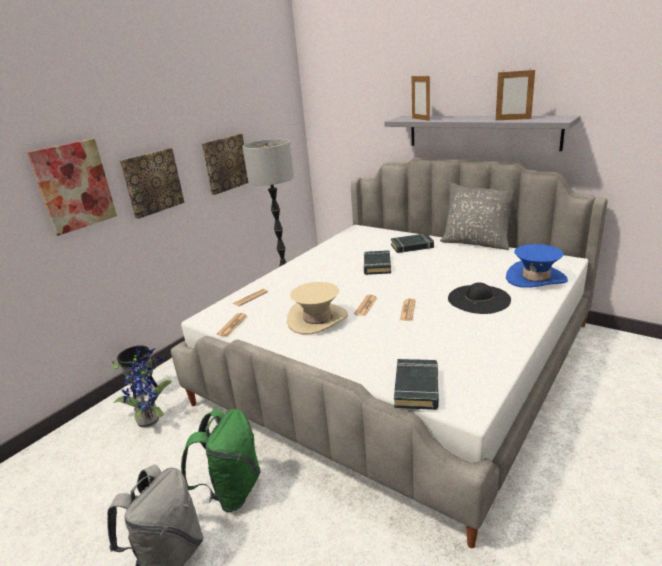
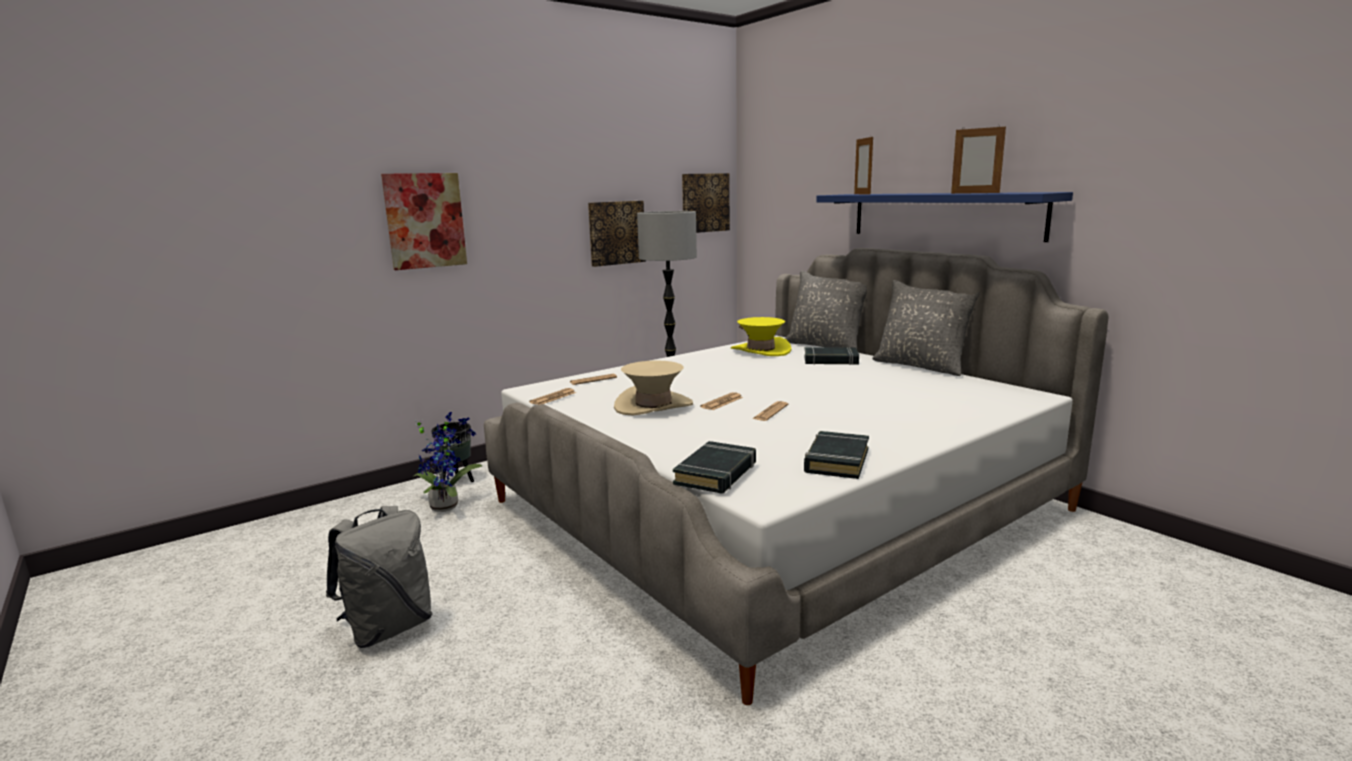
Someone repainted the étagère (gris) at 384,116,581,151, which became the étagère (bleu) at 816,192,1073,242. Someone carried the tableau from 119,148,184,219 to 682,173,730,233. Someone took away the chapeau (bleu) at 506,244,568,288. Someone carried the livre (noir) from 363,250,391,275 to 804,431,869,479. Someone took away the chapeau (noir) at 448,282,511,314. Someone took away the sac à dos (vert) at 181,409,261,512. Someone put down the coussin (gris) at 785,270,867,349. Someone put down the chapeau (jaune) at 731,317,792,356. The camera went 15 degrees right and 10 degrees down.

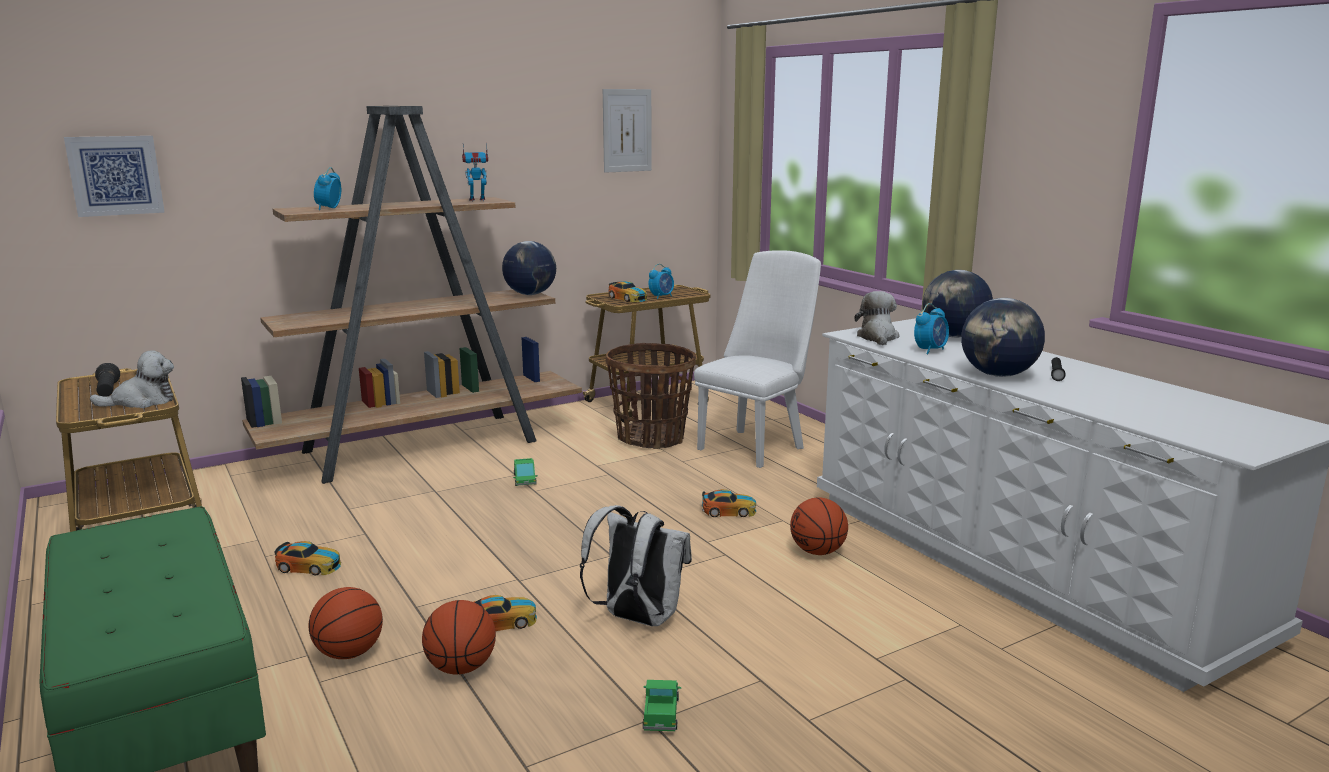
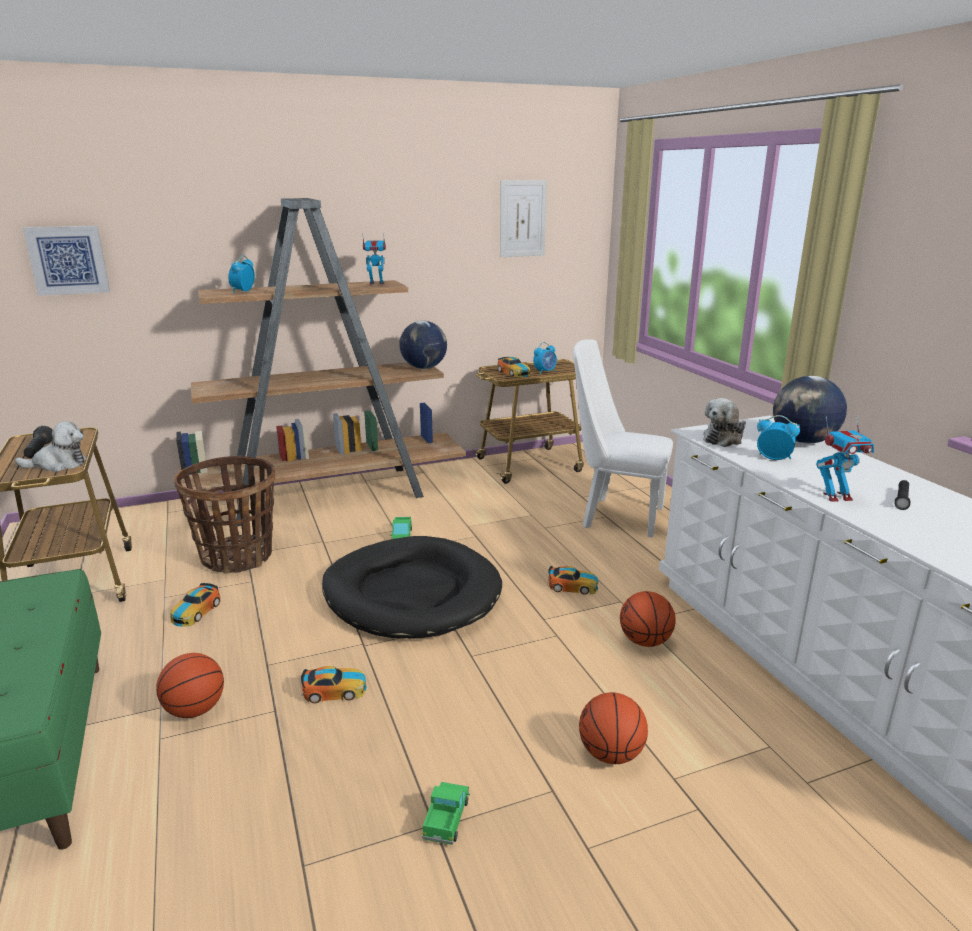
Someone rotated the chaise (blanc) at 694,250,821,468 by 120 degrees counterclockwise. Someone rotated the peluche at 854,291,899,345 by 150 degrees counterclockwise. Someone swapped the globe at 961,298,1045,377 for the robot jouet at 817,415,874,502. Someone rotated the réveil at 914,303,949,354 by 120 degrees counterclockwise. Someone carried the panier from 606,343,696,449 to 174,455,275,574. Someone took away the sac à dos (blanc) at 580,505,692,626. Someone rotated the petite voiture at 275,541,341,576 by 90 degrees clockwise. Someone carried the ballon de basket from 422,600,496,675 to 579,692,648,764. Someone put down the panier pour chien (noir) at 322,536,502,639. The camera went 10 degrees right and 5 degrees up.

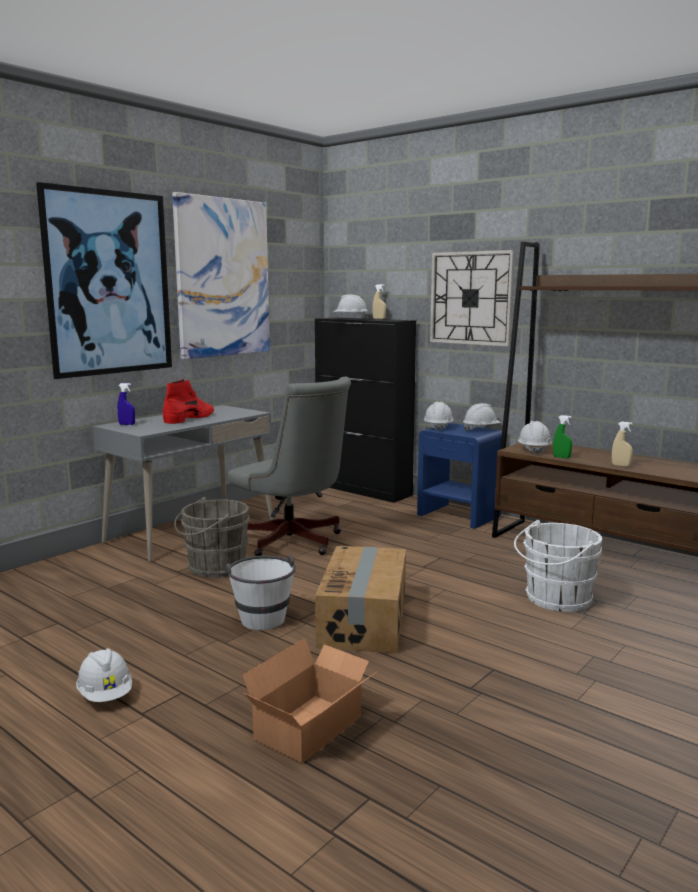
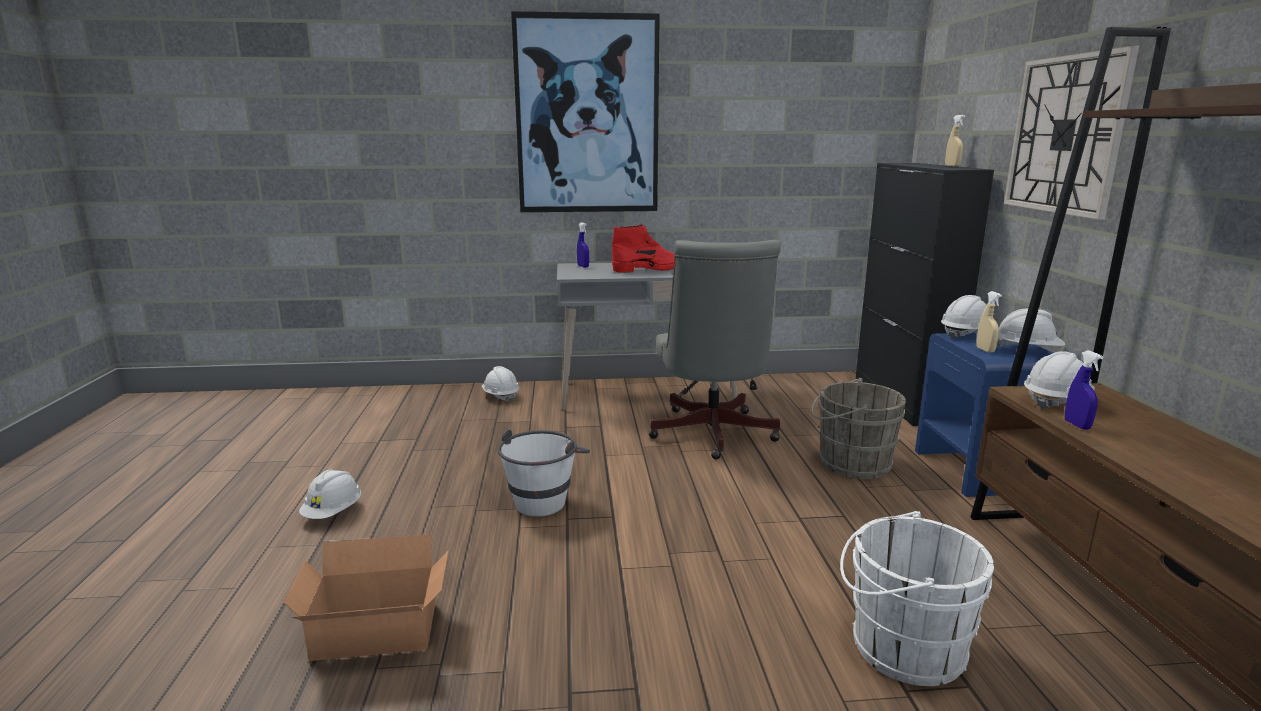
Someone took away the tableau at 172,192,270,359. Someone carried the casque de chantier (blanc) from 333,294,369,319 to 482,366,519,403. Someone repainted the vaporisateur (vert) at 553,415,572,458, which became the vaporisateur (bleu) at 1065,350,1103,430. Someone carried the vaporisateur (beige) from 612,421,633,467 to 976,291,1002,353. Someone carried the seau (gris) from 174,497,250,578 to 811,378,906,479. Someone took away the carton at 315,546,406,654. The camera went 45 degrees right and 5 degrees up.

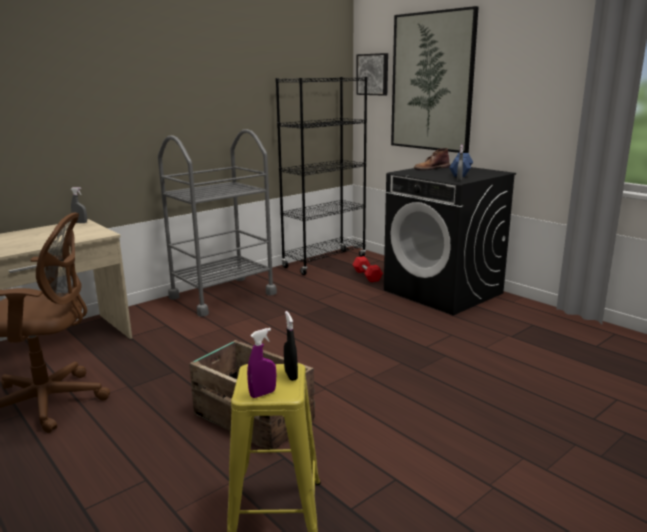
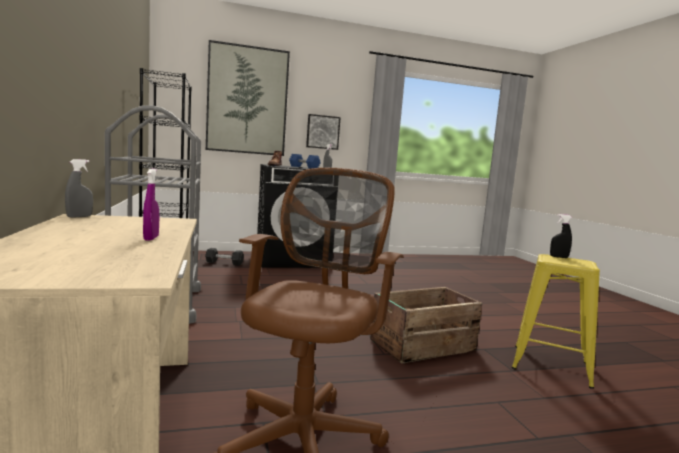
Someone carried the tableau from 356,53,388,96 to 306,114,341,150. Someone repainted the haltère (rouge) at 352,256,383,282, which became the haltère (gris) at 205,248,244,266. Someone carried the vaporisateur (violet) from 247,328,276,398 to 143,169,159,241. The camera went 65 degrees left and 10 degrees down.

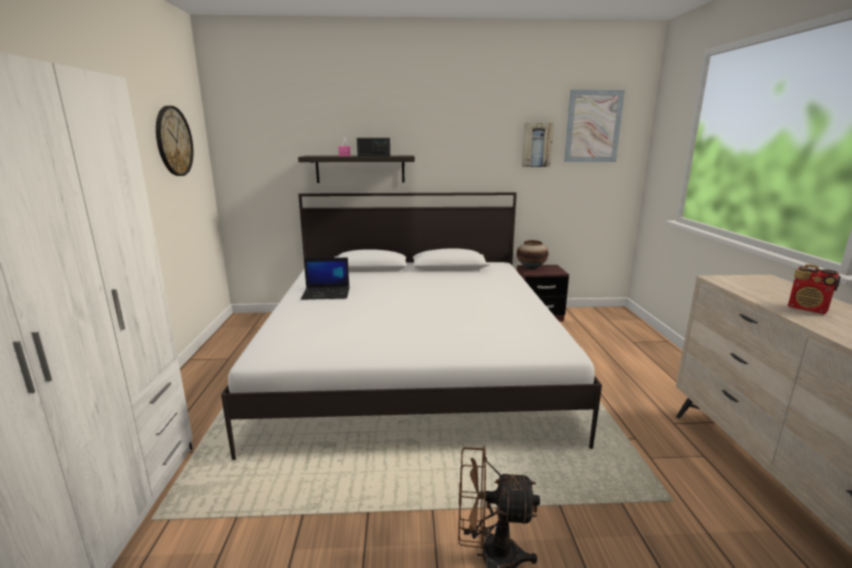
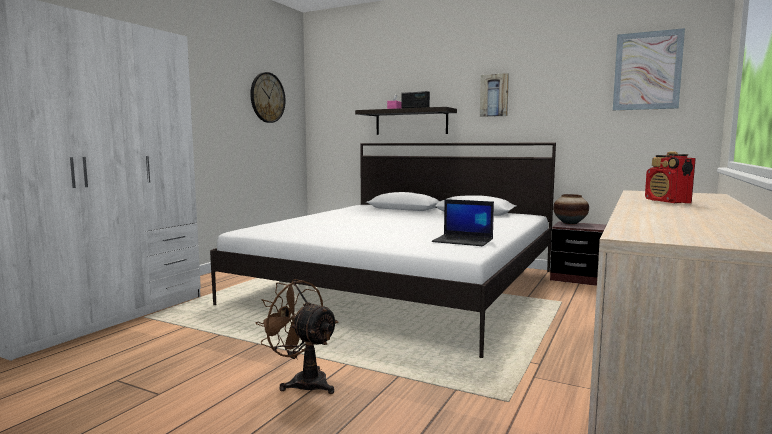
Someone carried the tableau from 522,123,554,167 to 480,73,509,117. Someone carried the ordinateur portable from 301,257,350,300 to 432,199,494,246. The camera went 30 degrees right and 10 degrees down.

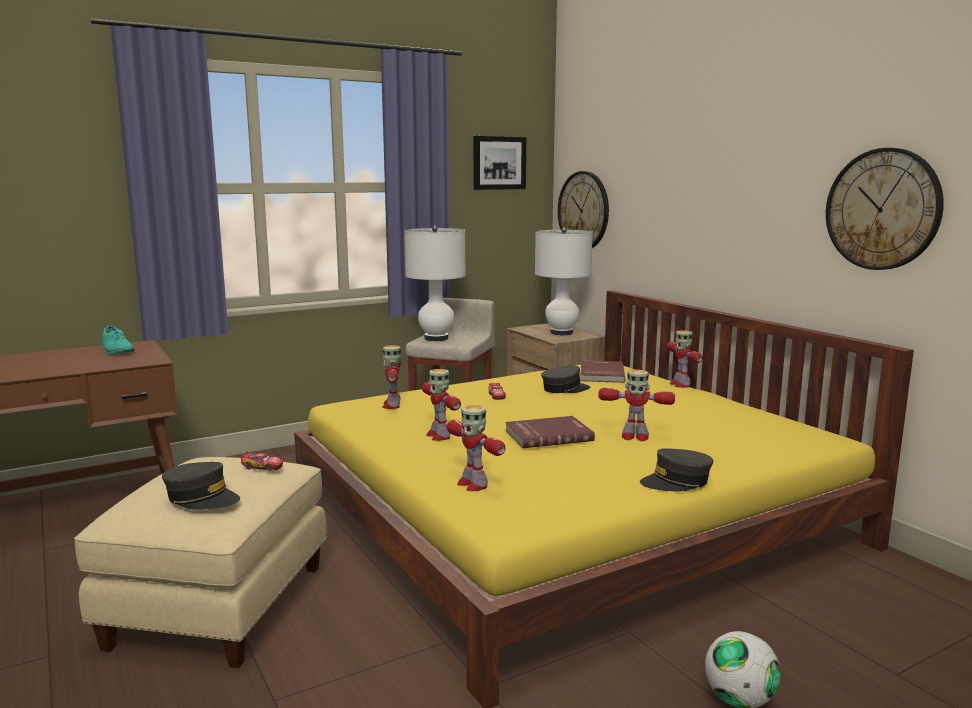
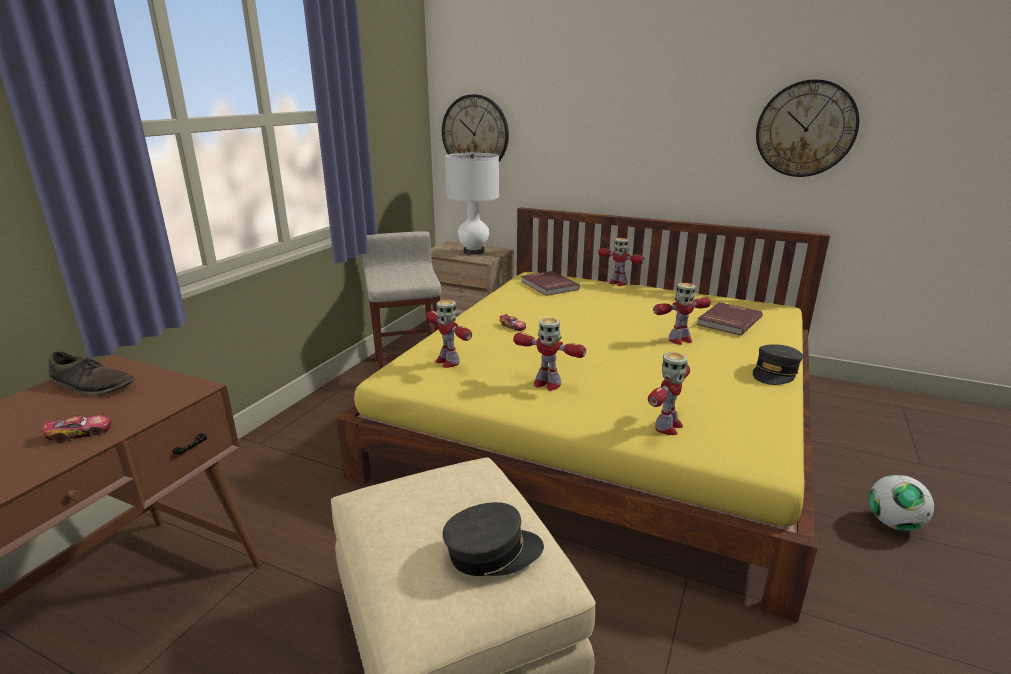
Someone took away the tableau at 474,136,526,190. Someone took away the lampe de table (blanc) at 404,226,466,341. Someone repainted the chaussure (turquoise) at 102,326,135,354, which became the chaussure (marron) at 49,352,135,396. Someone took away the casquette (gris) at 541,365,590,393. Someone rotated the robot jouet at 447,405,505,491 by 75 degrees counterclockwise. Someone carried the livre (rouge) from 505,416,595,448 to 697,302,763,336. Someone carried the petite voiture from 240,451,283,471 to 41,415,111,443. The camera went 35 degrees left and 10 degrees up.

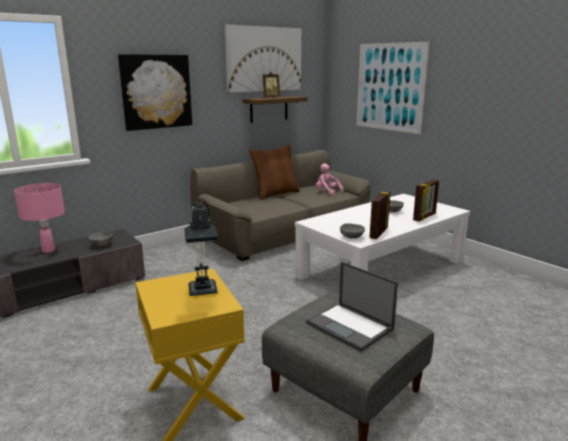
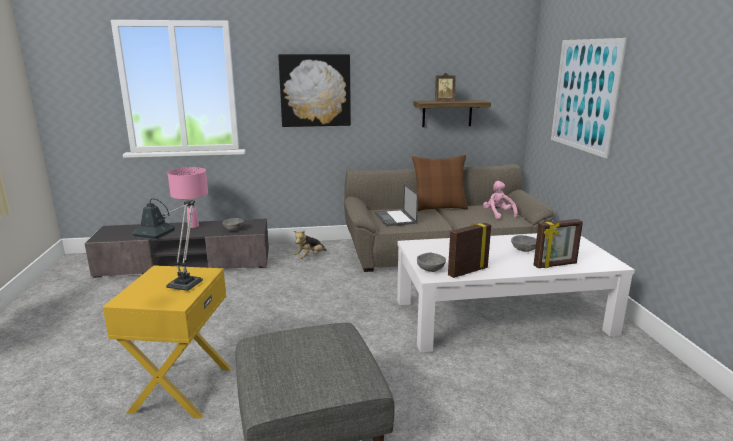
Someone took away the tableau at 225,24,301,93. Someone carried the ordinateur portable from 306,262,398,352 to 375,184,418,226. Someone put down the peluche at 294,231,326,259. The camera went 30 degrees right and 0 degrees up.

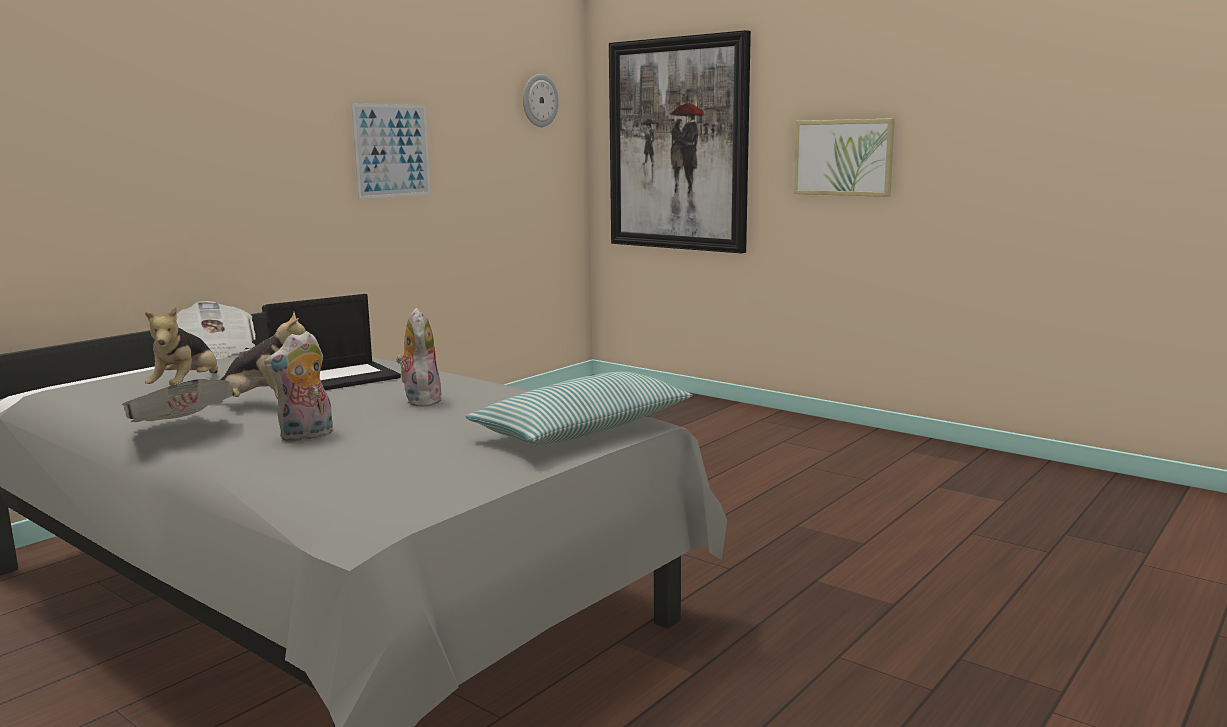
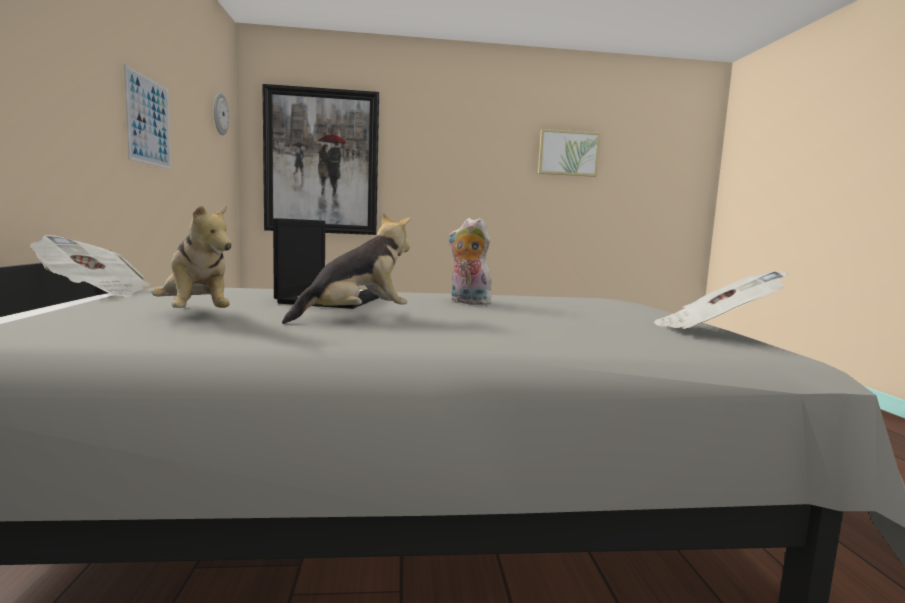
Someone carried the tableau from 793,118,895,197 to 538,129,600,177. Someone took away the peluche at 264,331,333,442. Someone took away the coussin at 466,372,692,445. Someone carried the journal from 122,379,235,422 to 654,271,789,329. The camera went 45 degrees left and 5 degrees down.

